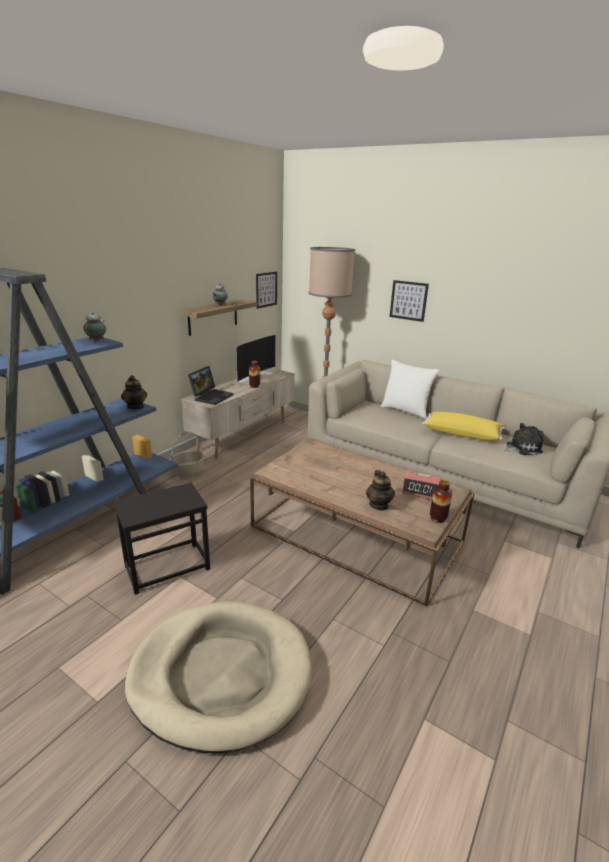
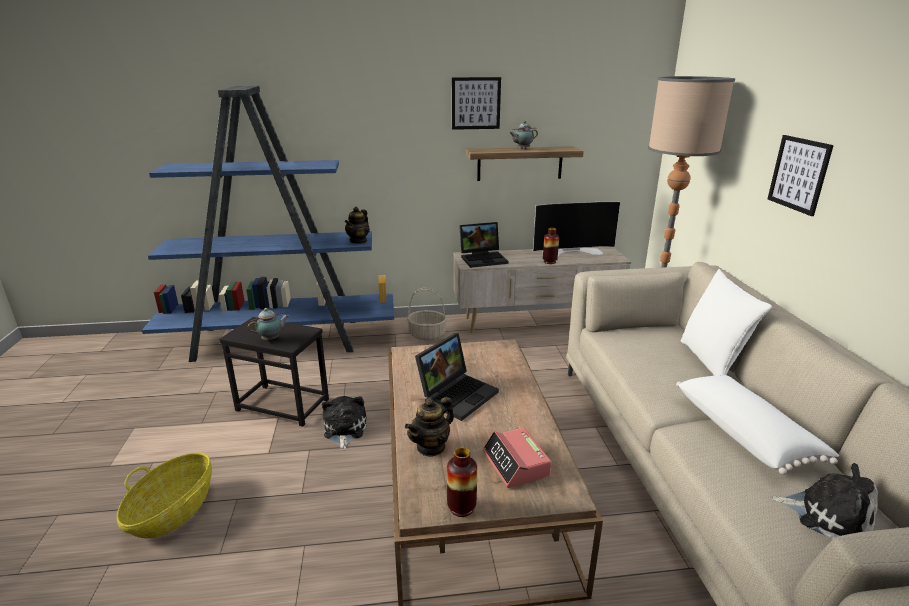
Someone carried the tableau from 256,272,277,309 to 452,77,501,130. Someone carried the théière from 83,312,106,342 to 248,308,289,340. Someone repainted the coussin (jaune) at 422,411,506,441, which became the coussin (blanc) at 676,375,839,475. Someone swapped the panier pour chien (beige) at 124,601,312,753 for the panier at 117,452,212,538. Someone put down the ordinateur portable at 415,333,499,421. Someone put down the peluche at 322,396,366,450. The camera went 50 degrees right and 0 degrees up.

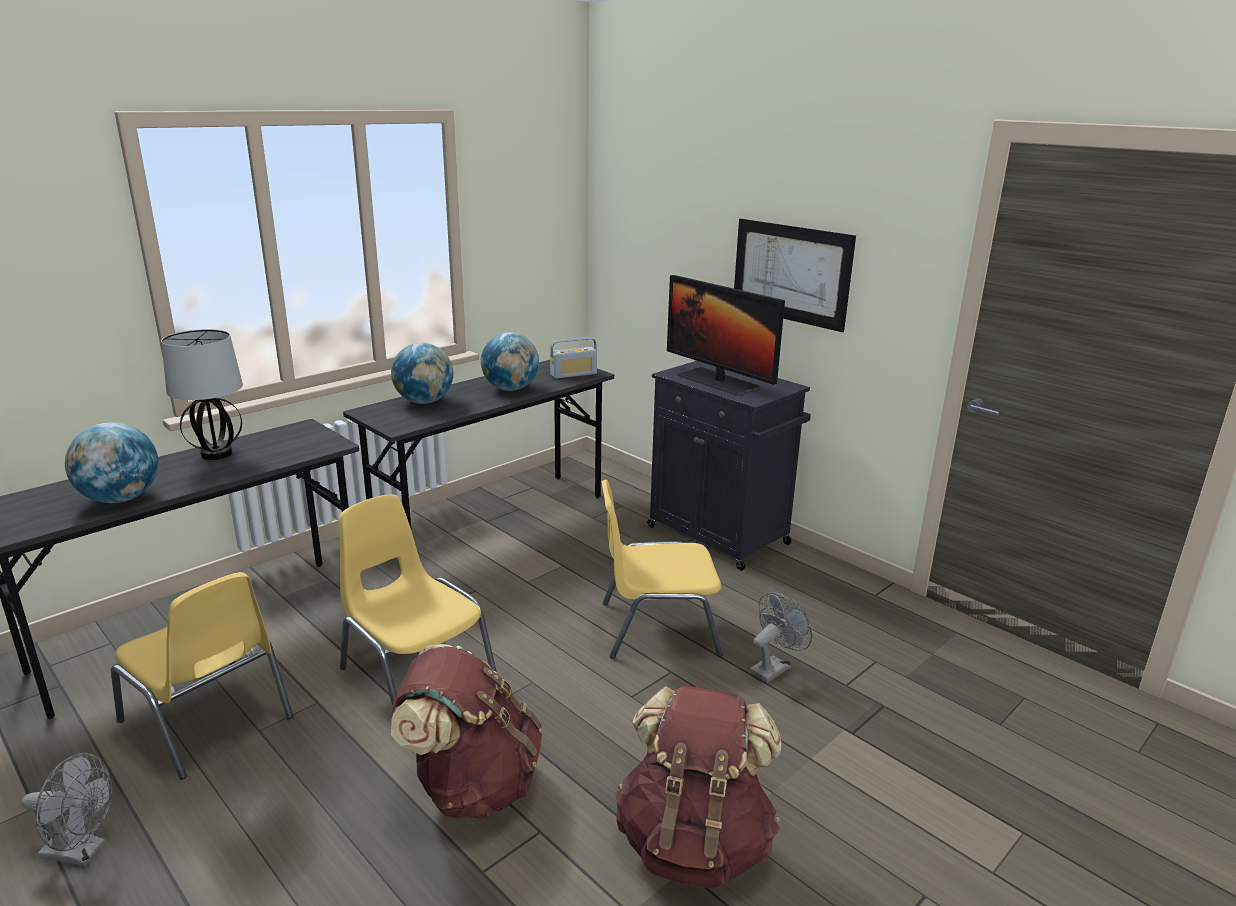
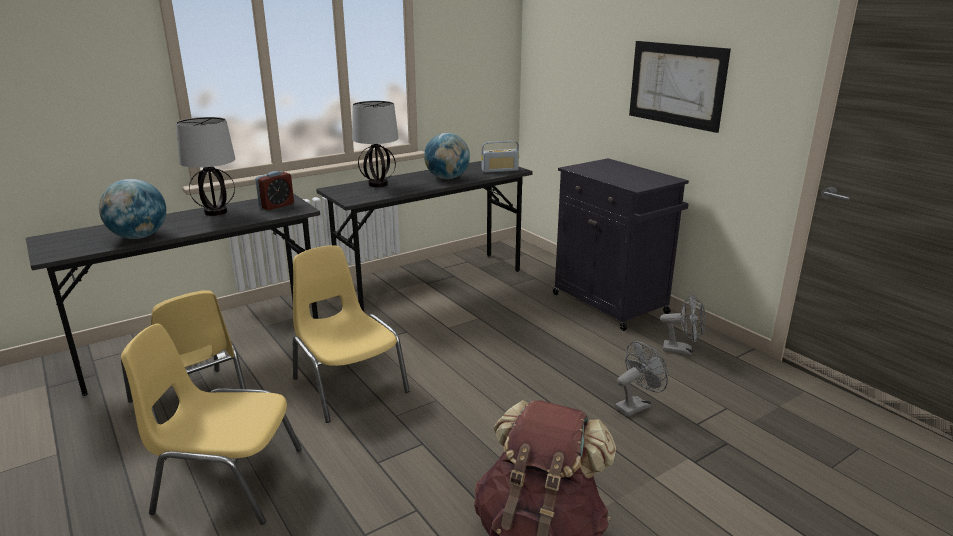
Someone took away the écran d'ordinateur at 667,275,785,396. Someone swapped the globe at 391,343,453,404 for the lampe de table at 352,101,399,187. Someone carried the chaise (jaune) from 601,480,723,659 to 121,324,302,525. Someone took away the sac à dos (marron) at 391,644,542,819. Someone carried the ventilateur (gris) from 21,753,113,866 to 660,294,706,355. Someone put down the réveil at 255,171,294,210. The camera went 10 degrees right and 0 degrees up.

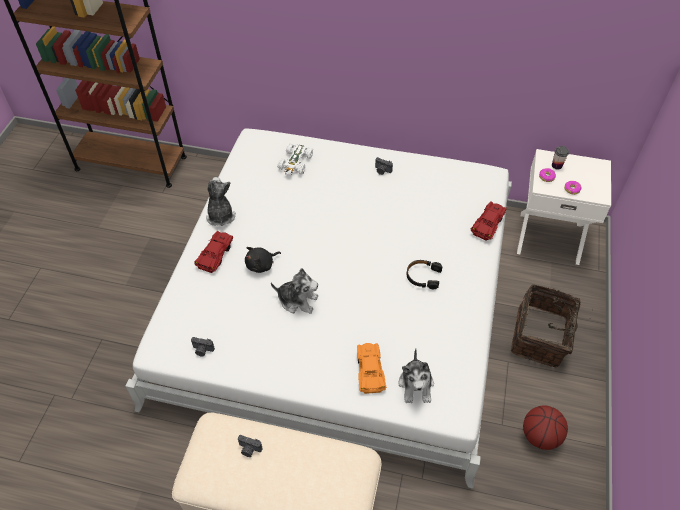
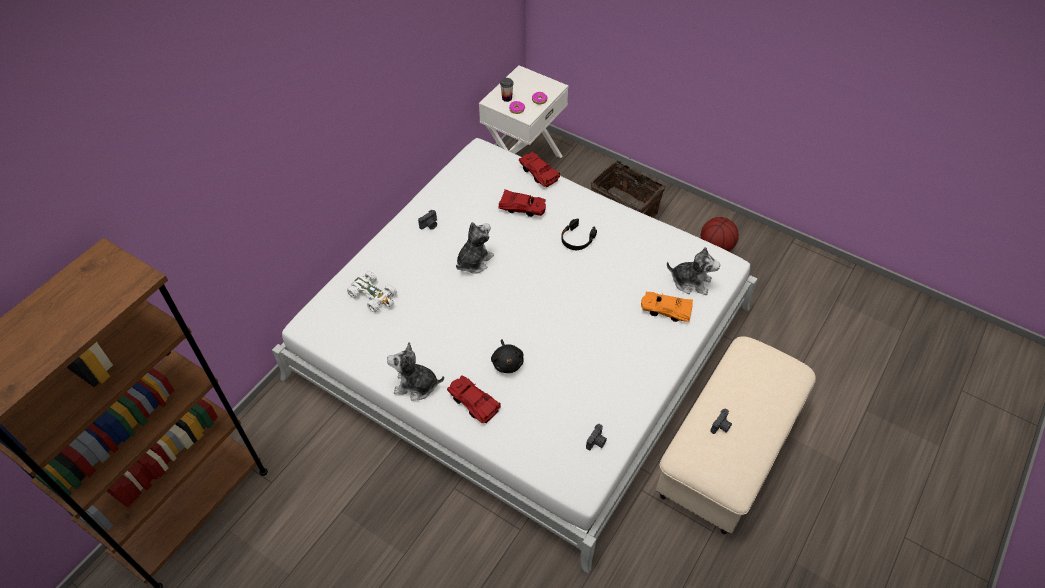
Someone carried the peluche from 271,268,318,314 to 456,222,494,274. Someone put down the petite voiture (rouge) at 498,189,546,217. The camera went 70 degrees left and 0 degrees up.

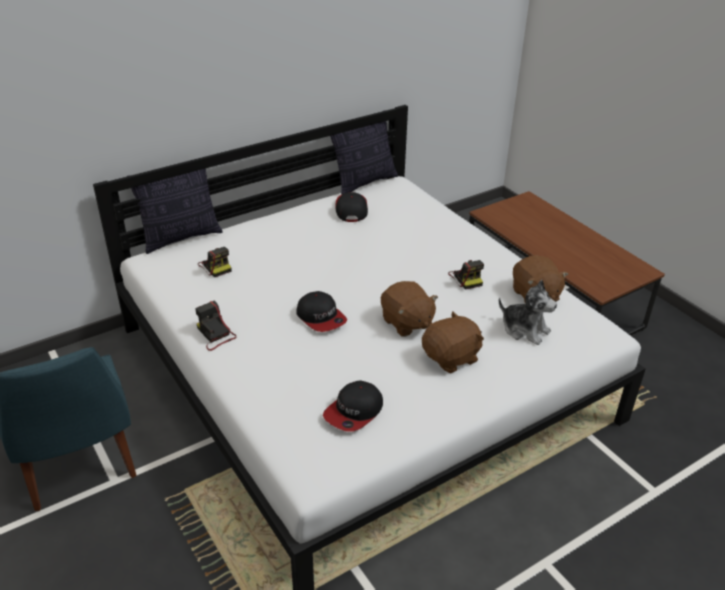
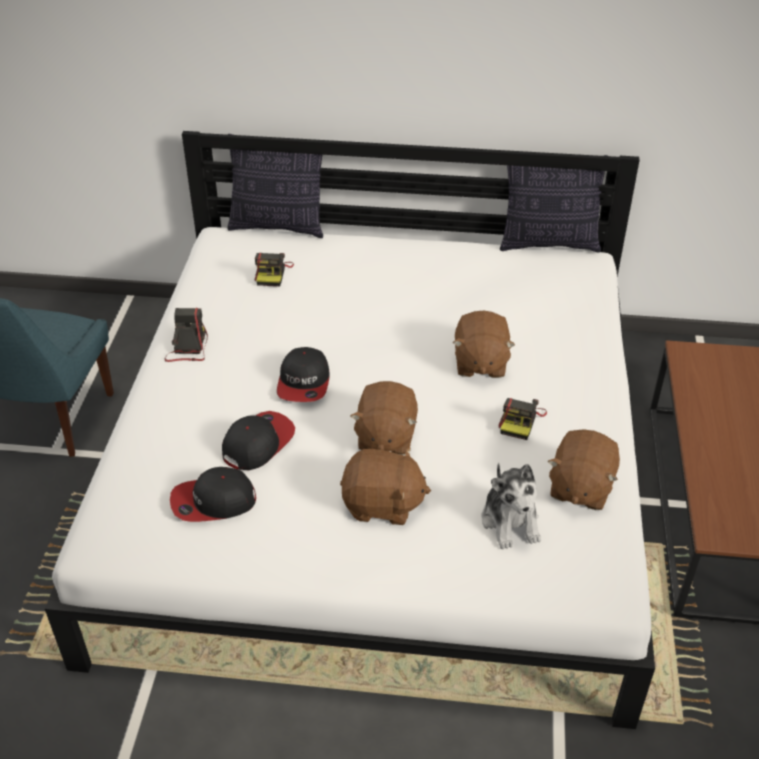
Someone carried the casquette from 336,192,368,222 to 222,411,295,470. Someone put down the peluche (marron) at 453,311,515,378. The camera went 40 degrees right and 5 degrees up.

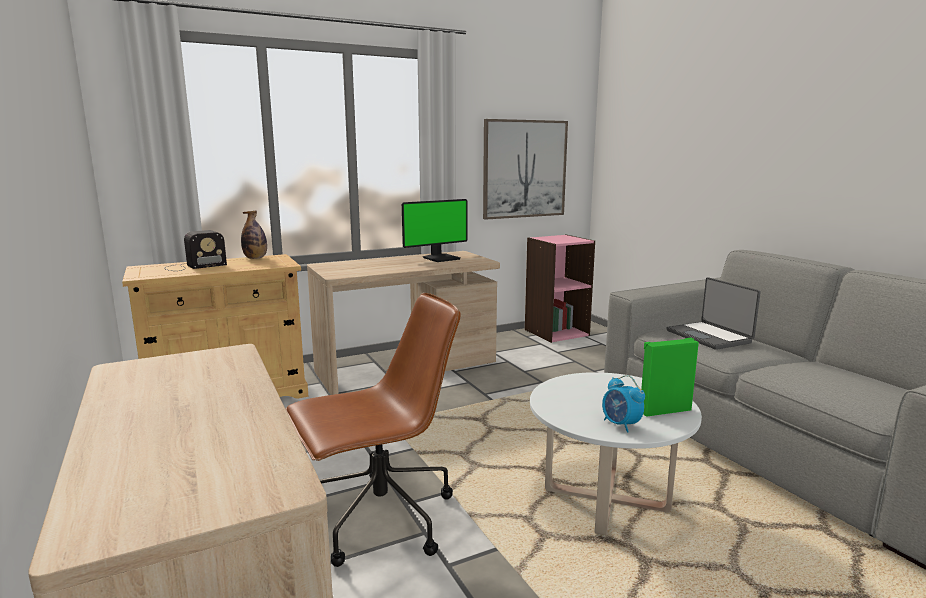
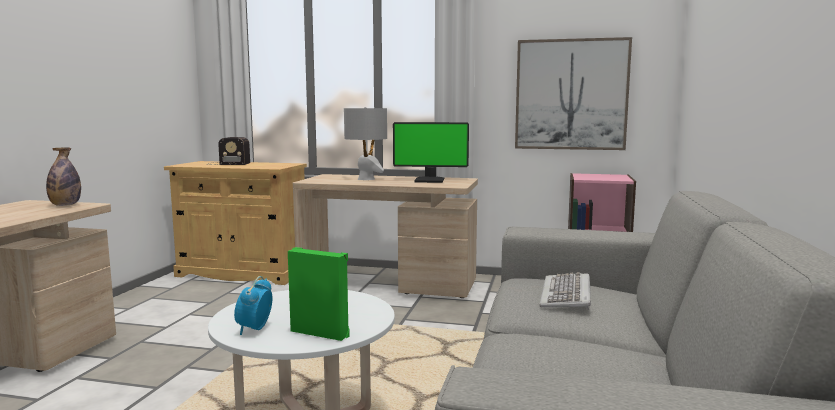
Someone carried the bouteille from 241,210,267,259 to 46,147,81,206. Someone swapped the ordinateur portable at 666,277,761,350 for the clavier at 540,272,591,310. Someone took away the chaise de bureau (marron) at 285,293,461,567. Someone put down the lampe de table (gris) at 344,107,387,180. The camera went 40 degrees right and 5 degrees down.

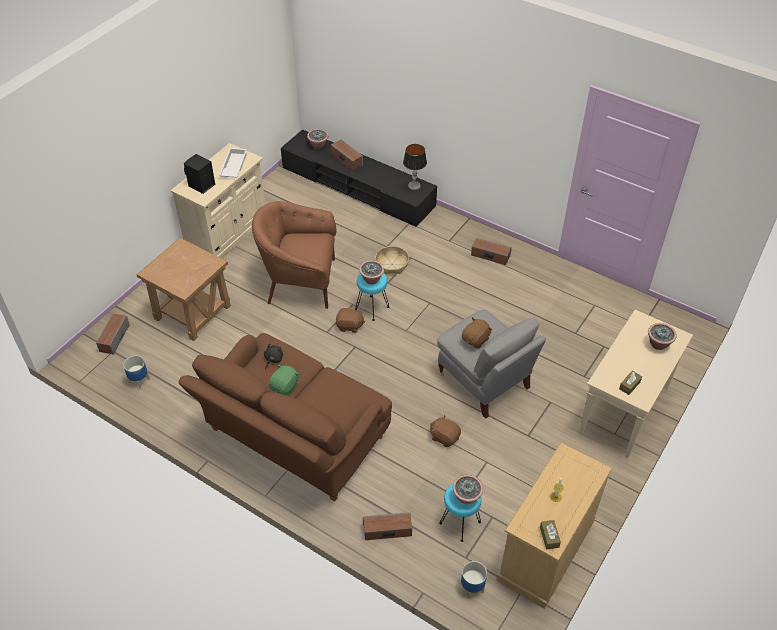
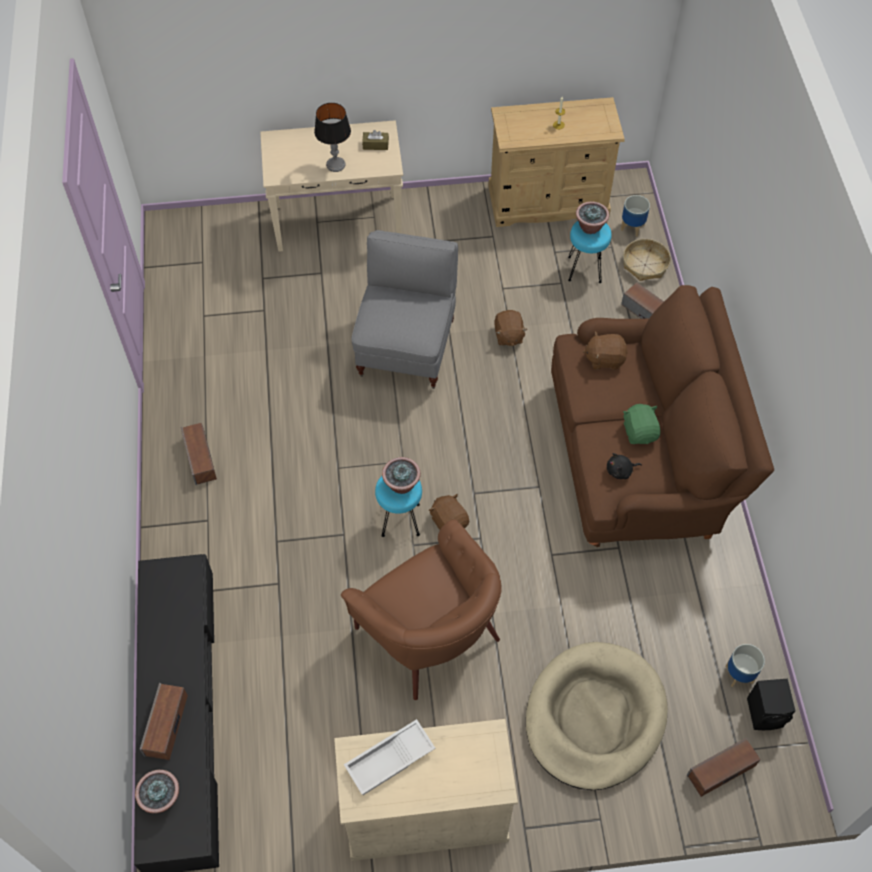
Someone carried the lampe de table from 403,144,427,190 to 314,103,351,172. Someone carried the enceinte (noir) from 184,154,215,194 to 747,679,796,730. Someone swapped the table d'appoint (marron) at 136,238,231,341 for the panier pour chien (beige) at 526,642,668,790. Someone carried the panier from 375,246,409,274 to 623,239,671,281. Someone carried the peluche (marron) from 462,317,493,349 to 583,331,628,370. Someone took away the plante en pot at 648,323,677,350. Someone rotated the peluche (vert) at 269,365,299,396 by 90 degrees clockwise. Someone took away the boîte à mouchoirs (marron) at 540,520,561,549. The camera went 130 degrees left and 10 degrees up.

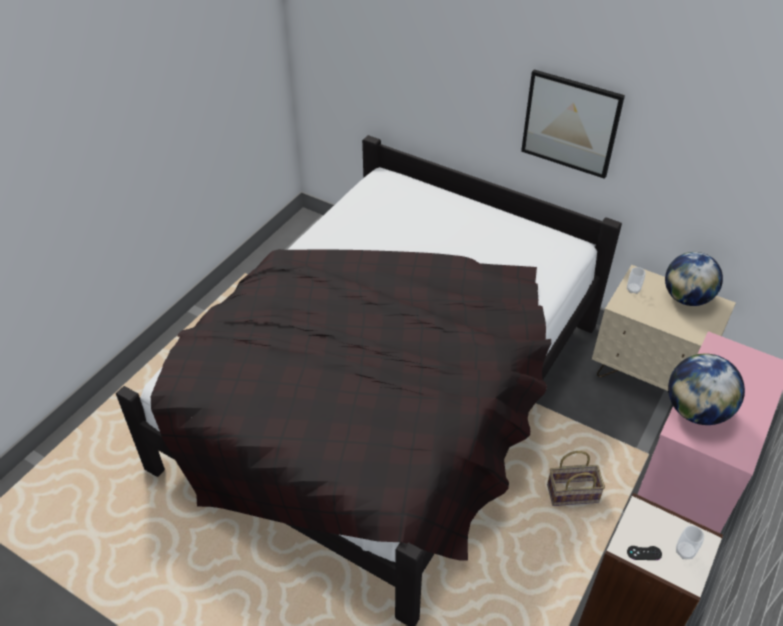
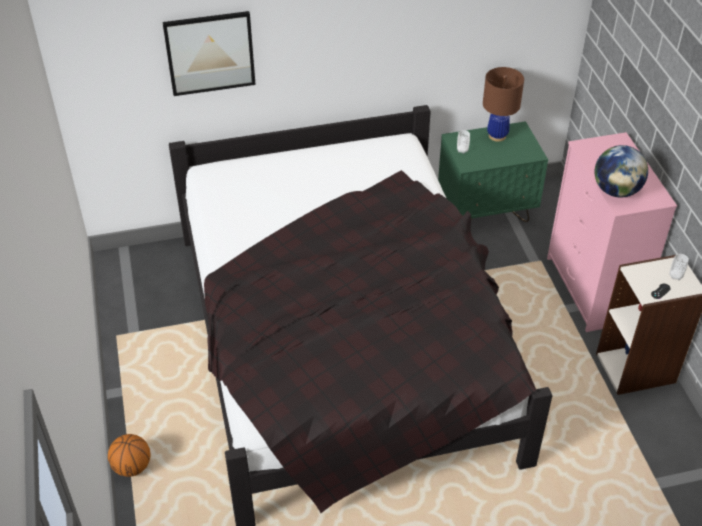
Someone carried the tableau from 521,69,625,179 to 162,11,256,96. Someone swapped the globe at 665,252,723,306 for the lampe de table (marron) at 483,67,524,142. Someone repainted the table de chevet (beige) at 592,265,736,391, which became the table de chevet (vert) at 438,121,548,222. Someone took away the panier at 547,451,605,506. Someone put down the ballon de basket at 108,434,151,477. The camera went 45 degrees left and 0 degrees up.

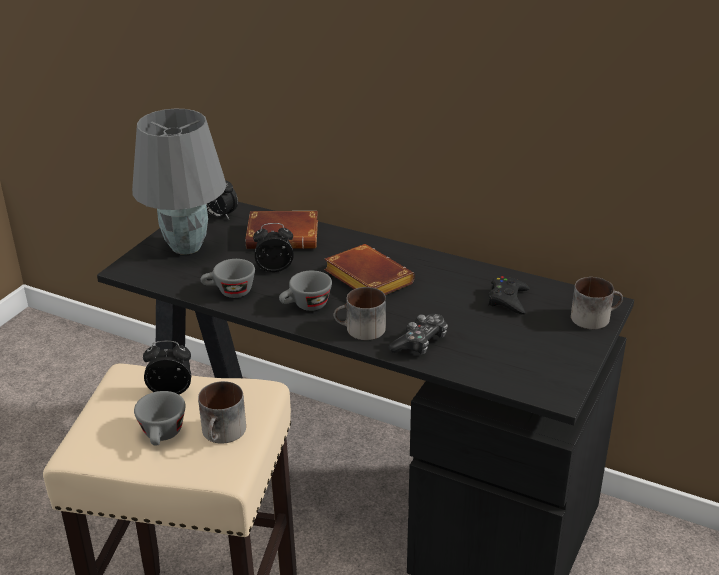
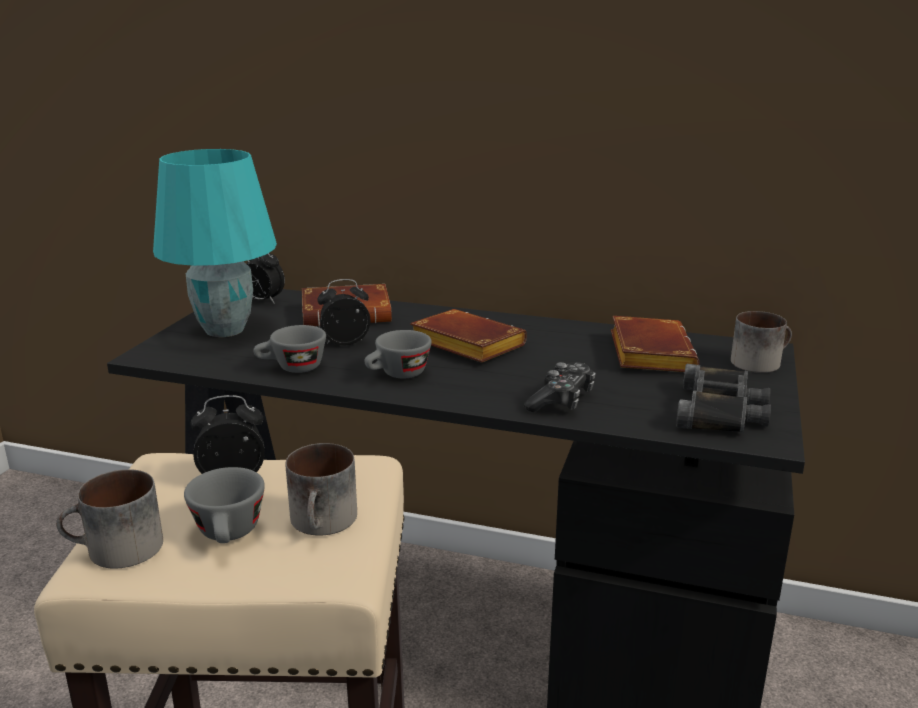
Someone repainted the lampe de table (gris) at 132,109,226,255, which became the lampe de table (turquoise) at 153,149,277,337. Someone swapped the manette (noir) at 488,276,529,315 for the livre (marron) at 611,316,699,372. Someone carried the mug from 333,287,386,340 to 56,469,163,569. Someone put down the jumelles (noir) at 676,364,771,433. The camera went 10 degrees left and 10 degrees down.

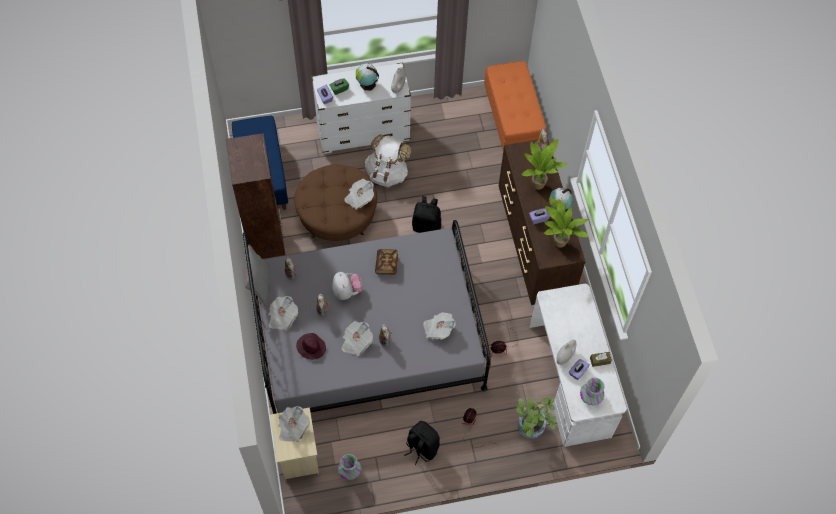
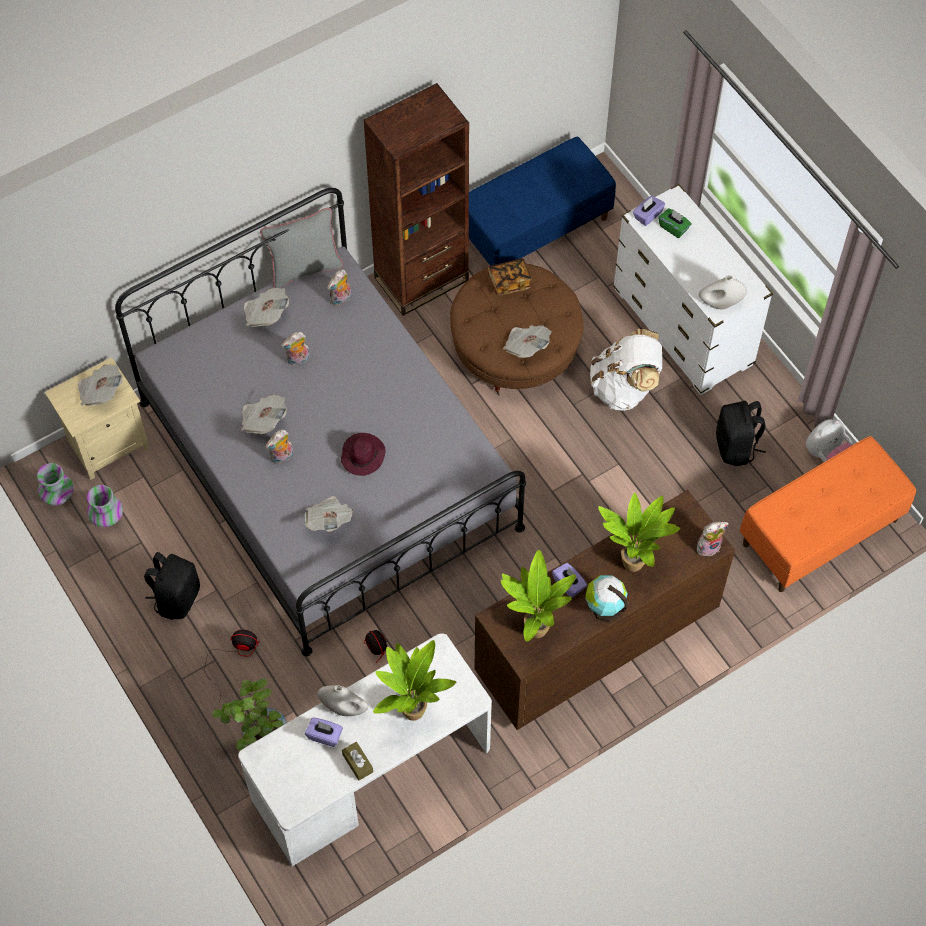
Someone took away the globe at 356,63,379,90. Someone carried the sac à dos (noir) from 412,196,441,233 to 716,401,766,466. Someone carried the livre from 375,249,398,275 to 488,258,532,296. Someone carried the peluche from 333,272,362,300 to 806,419,853,462. Someone carried the chapeau (violet) from 296,333,326,360 to 341,433,386,476. Someone carried the vase from 580,378,604,405 to 37,463,74,505. Someone put down the plante en pot at 373,640,456,721. The camera went 70 degrees right and 0 degrees up.

